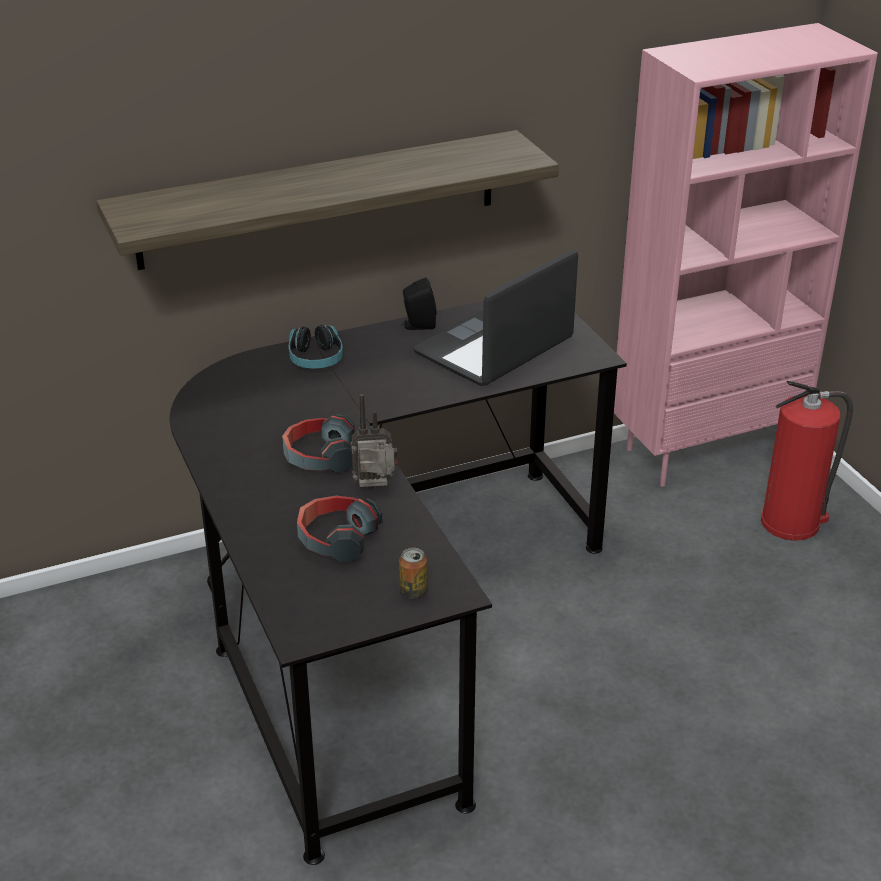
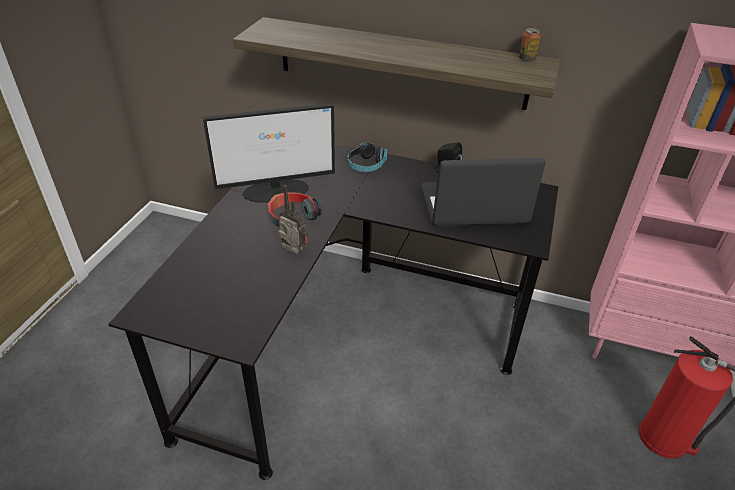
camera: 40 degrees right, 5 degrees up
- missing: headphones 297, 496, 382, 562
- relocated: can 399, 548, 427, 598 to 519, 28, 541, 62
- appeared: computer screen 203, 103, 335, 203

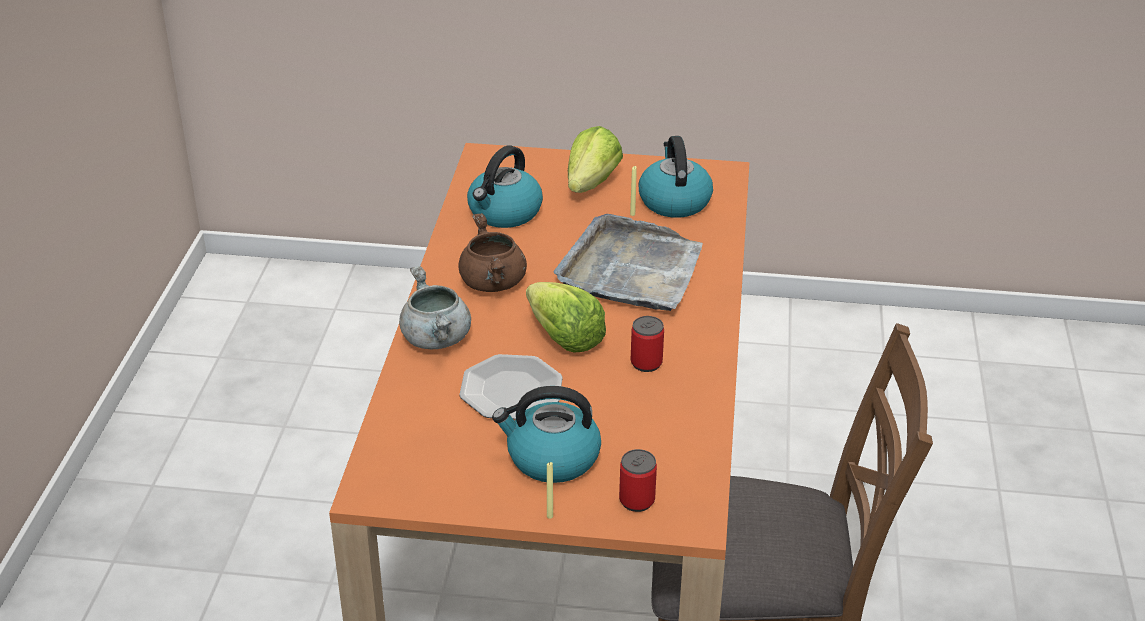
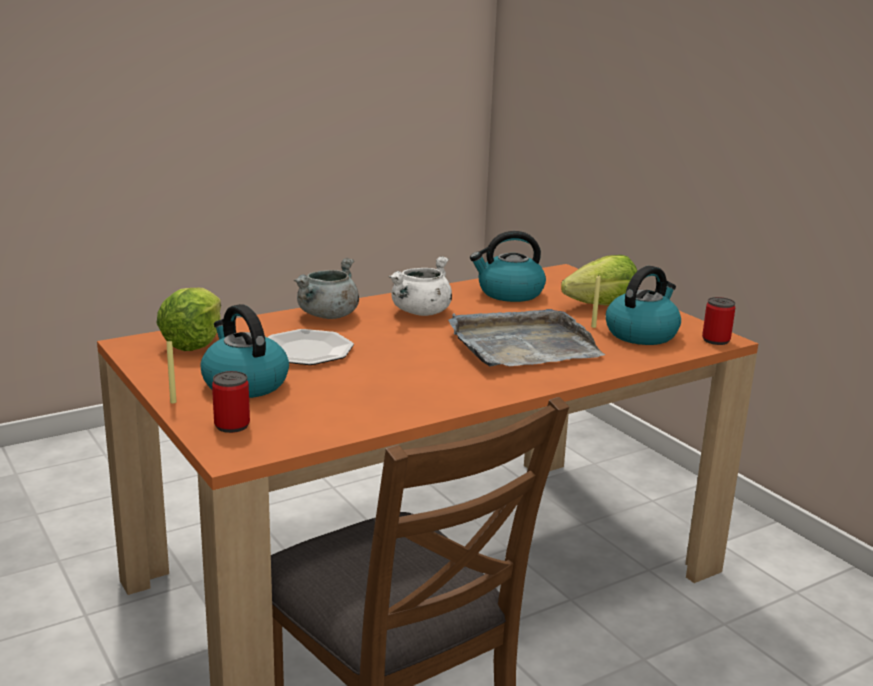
camera: 50 degrees right, 15 degrees down
- colour: stockpot in brown-coloured 458, 213, 527, 292 to stockpot in whitish 389, 256, 452, 316
- relocated: lettuce 526, 282, 606, 352 to 157, 288, 221, 351
- relocated: can 631, 316, 664, 372 to 702, 297, 735, 345

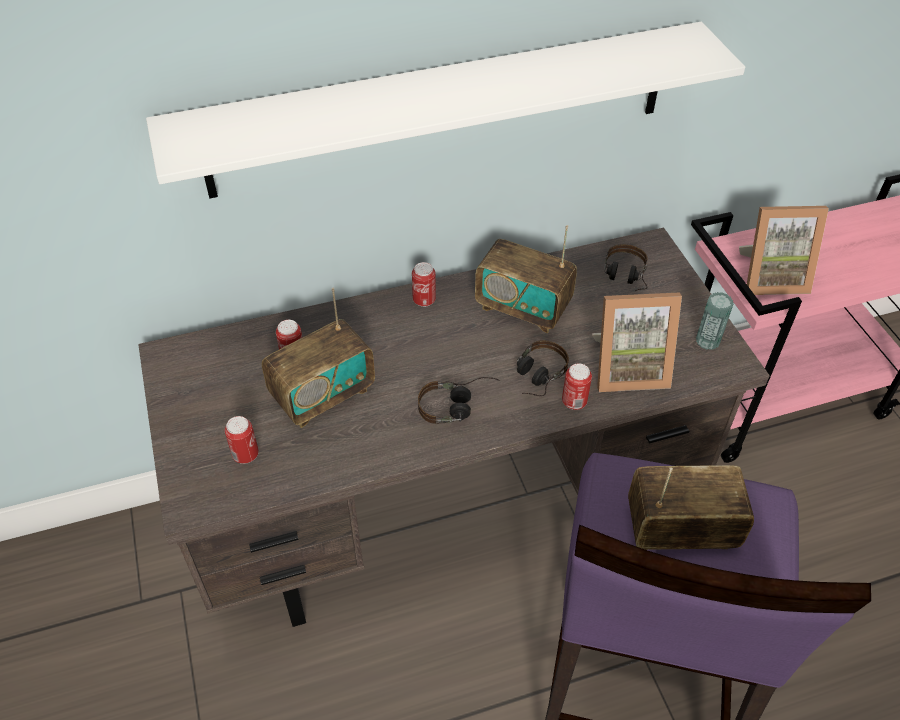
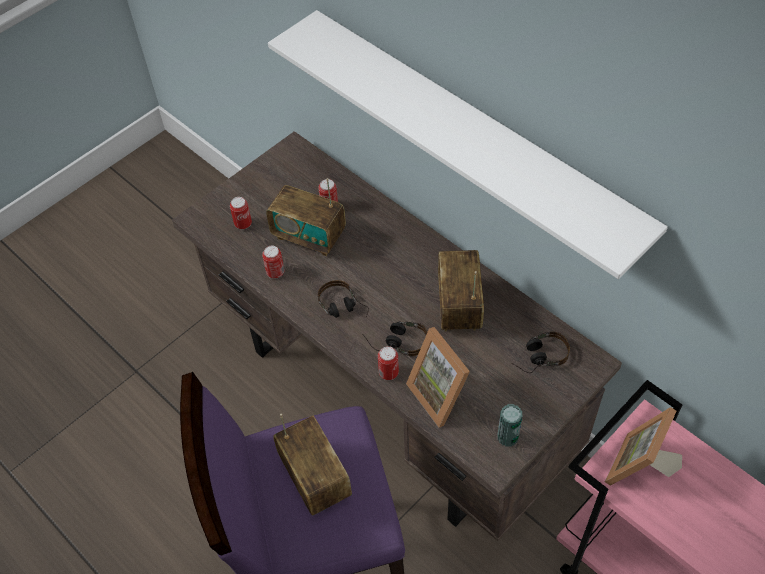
camera: 65 degrees right, 5 degrees up
- spun: photo frame 739, 206, 829, 295 = 605, 407, 682, 486 60 degrees clockwise
- relocated: can 412, 262, 436, 307 to 262, 245, 285, 279

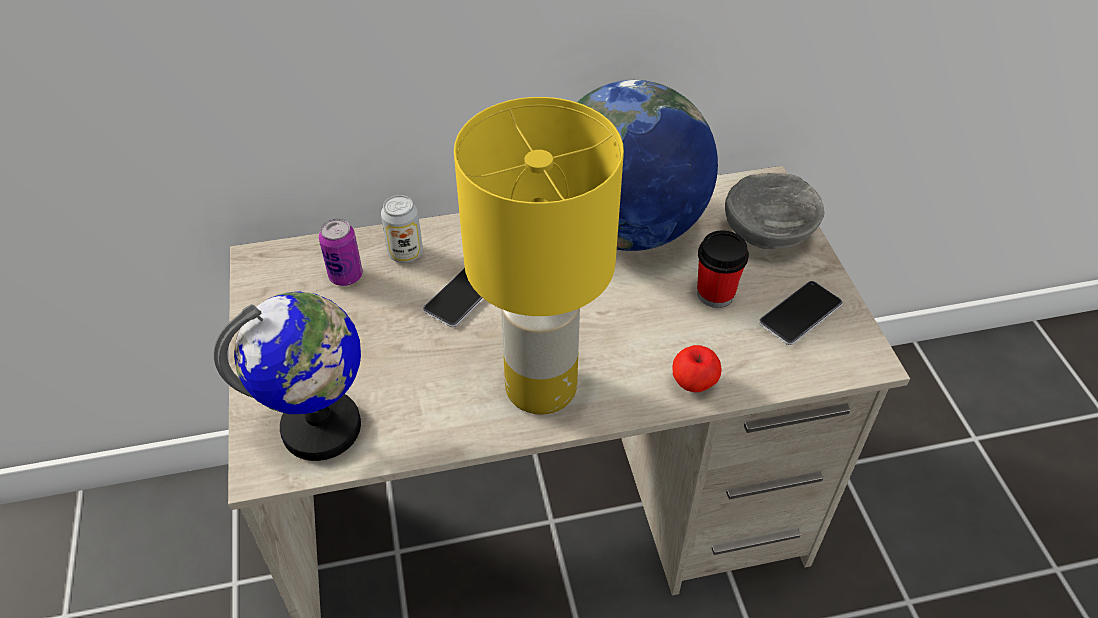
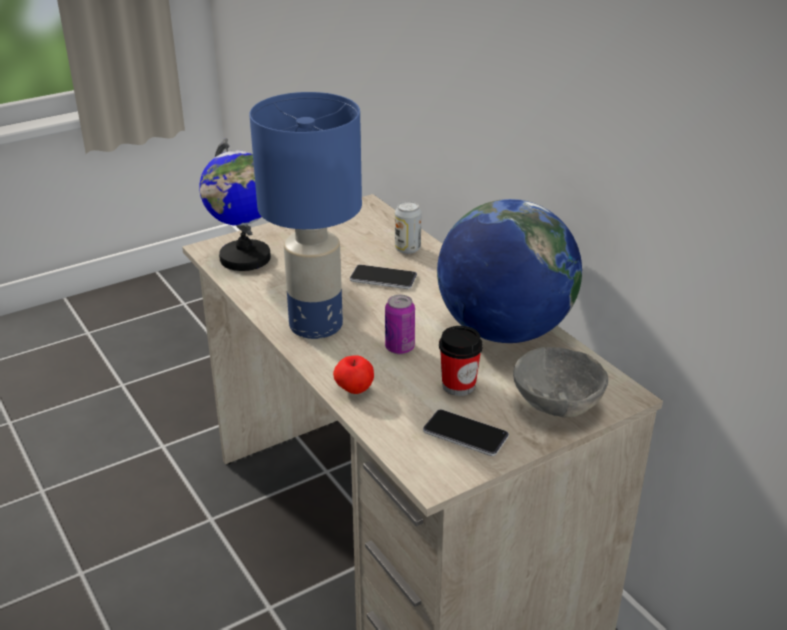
camera: 70 degrees right, 15 degrees down
- colour: lamp for a table in yellow 454, 97, 624, 415 to lamp for a table in bluish 249, 92, 362, 339
- relocated: can 319, 219, 363, 286 to 385, 295, 415, 354

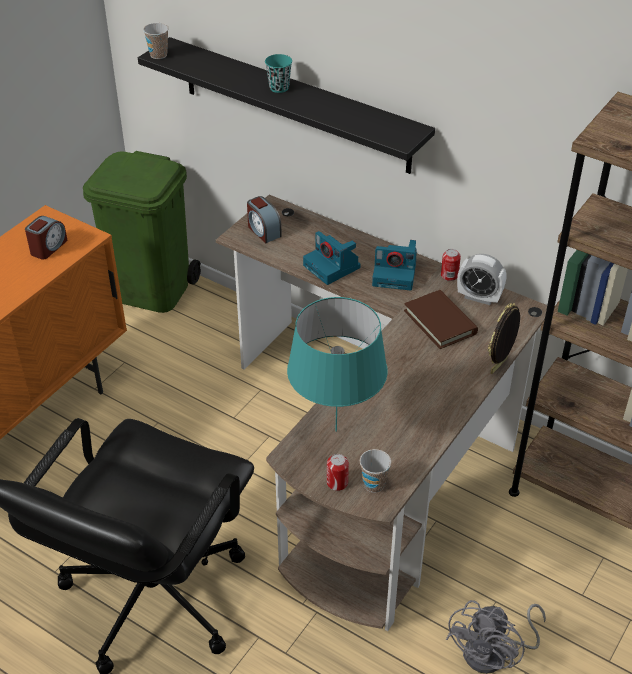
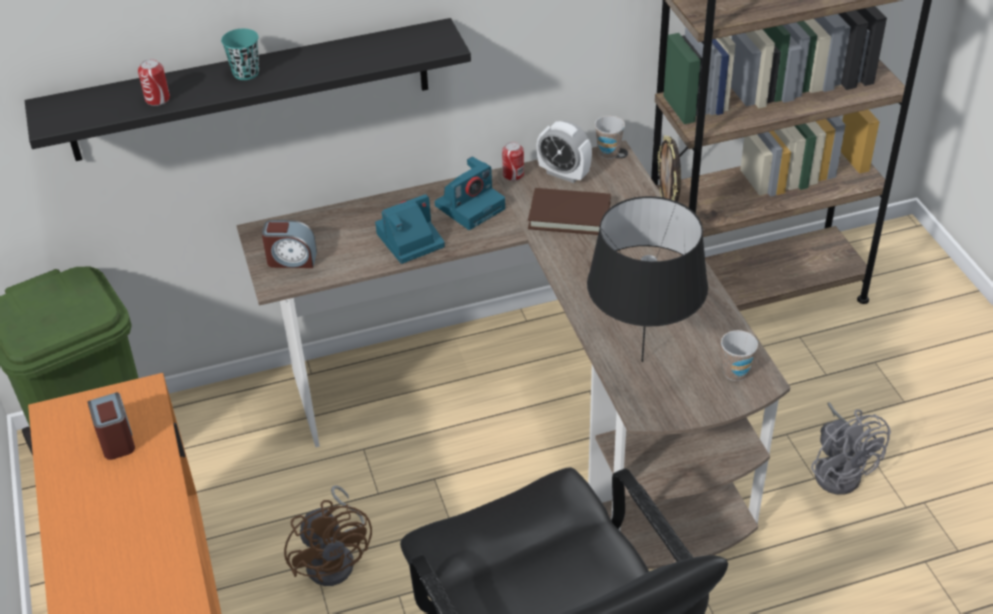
camera: 50 degrees left, 0 degrees up
- relocated: drinking cup 143, 23, 169, 59 to 594, 116, 625, 159
- spun: photo camera 303, 231, 360, 285 = 375, 194, 445, 264 150 degrees clockwise
- spun: alarm clock 457, 254, 506, 305 = 537, 121, 592, 183 60 degrees clockwise
- colour: lamp for a table in blue-green 287, 297, 388, 432 to lamp for a table in black-coloured 587, 196, 708, 362
- relocated: can 327, 454, 349, 491 to 138, 59, 170, 106
- appeared: cooling fan in brown-coloured 284, 485, 372, 586

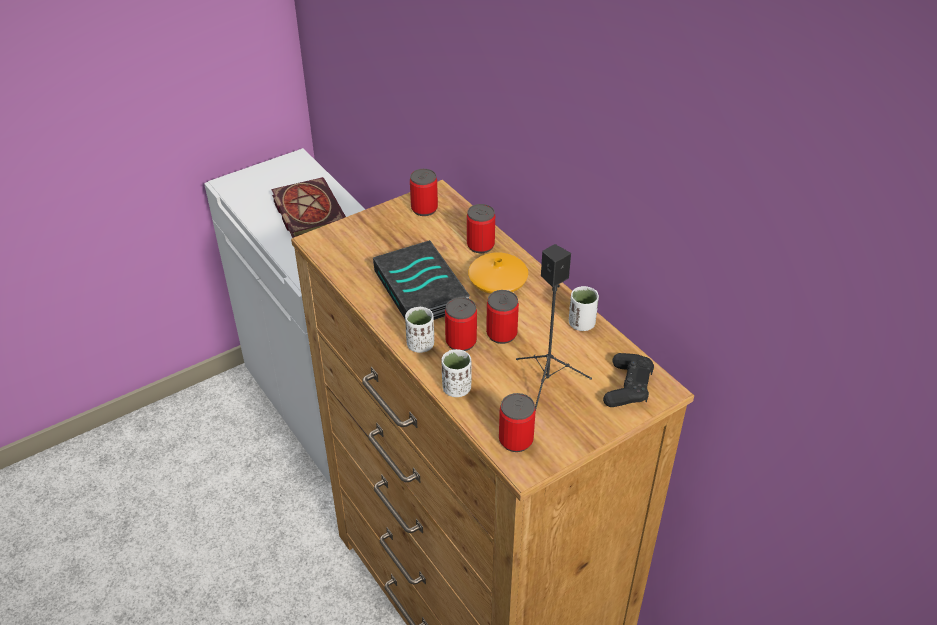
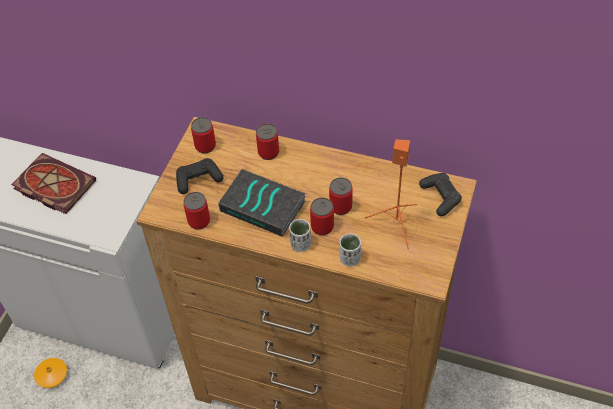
camera: 35 degrees left, 10 degrees up
- colour: audio speaker in black-coloured 516, 244, 592, 410 to audio speaker in orange 364, 139, 417, 249
- relocated: decorative vase in orange 468, 253, 528, 294 to 34, 358, 67, 388
- missing: drinking cup in whitish 569, 286, 599, 331
- relocated: can 499, 393, 536, 452 to 183, 192, 210, 229
- appeared: joypad in black-coloured 176, 158, 223, 194

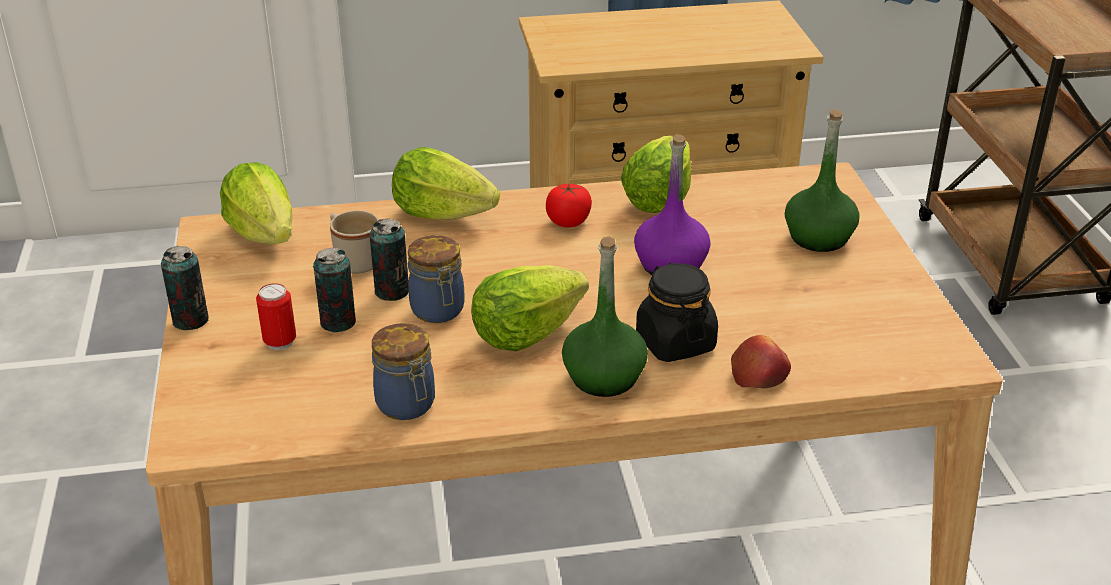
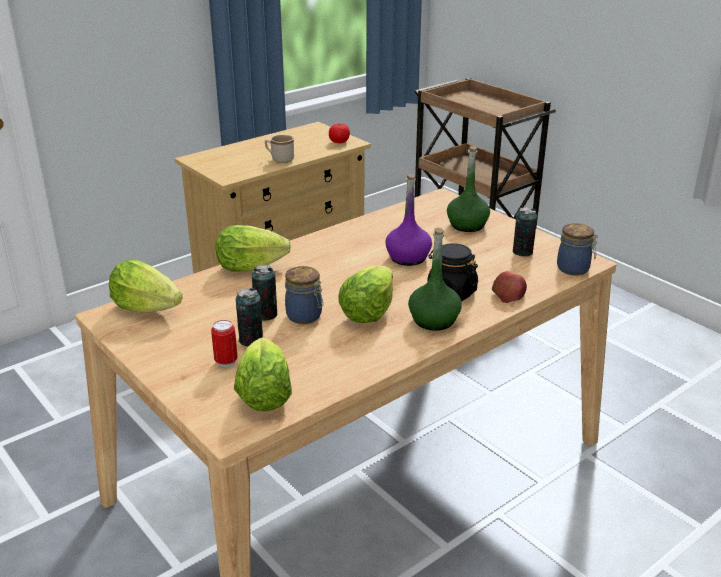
camera: 30 degrees left, 5 degrees down
- relocated: lettuce 621, 136, 691, 213 to 234, 337, 292, 411
- relocated: tomato 546, 184, 592, 228 to 329, 123, 350, 143
- relocated: mug in sand-coloured 330, 210, 379, 273 to 265, 135, 294, 163
- relocated: can 161, 246, 209, 330 to 513, 207, 537, 256
- relocated: preserve jar 372, 323, 435, 420 to 557, 223, 598, 275

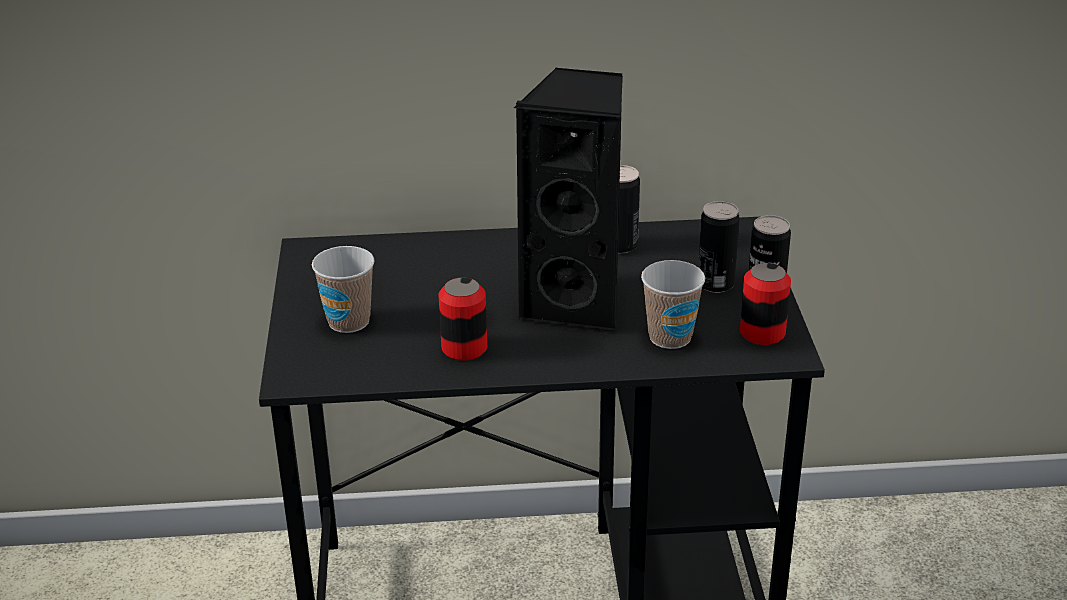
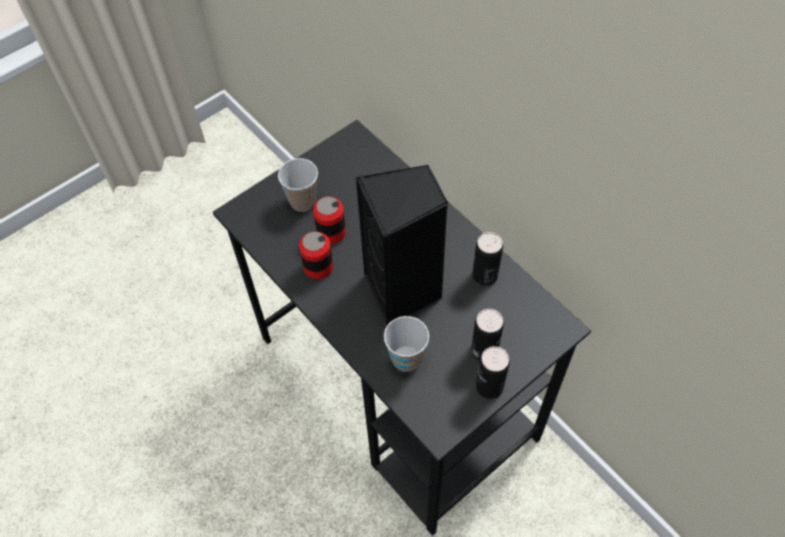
camera: 55 degrees right, 25 degrees up
- relocated: can 740, 263, 791, 345 to 313, 197, 346, 244

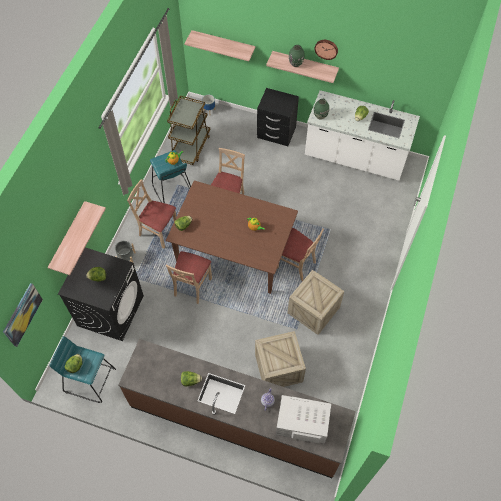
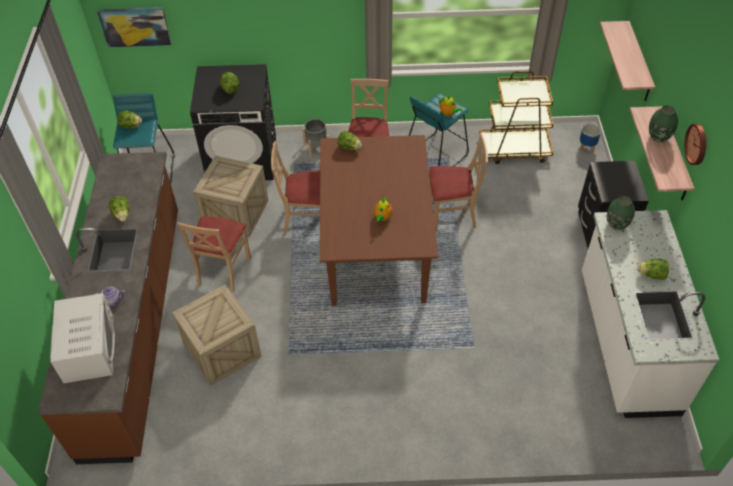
camera: 70 degrees right, 10 degrees down
- missing: bracket shelf 48, 201, 106, 275
- relocated: chair in sand-coloured 277, 228, 324, 281 to 177, 216, 251, 292
- relocated: crate 287, 270, 344, 335 to 194, 156, 268, 238

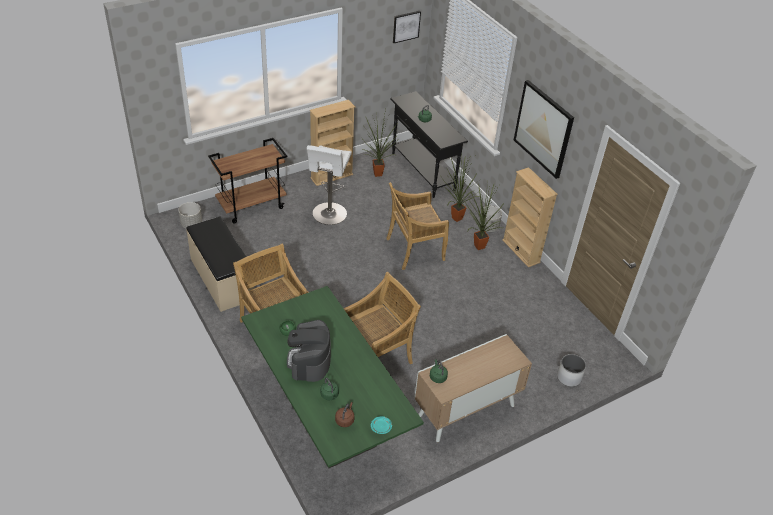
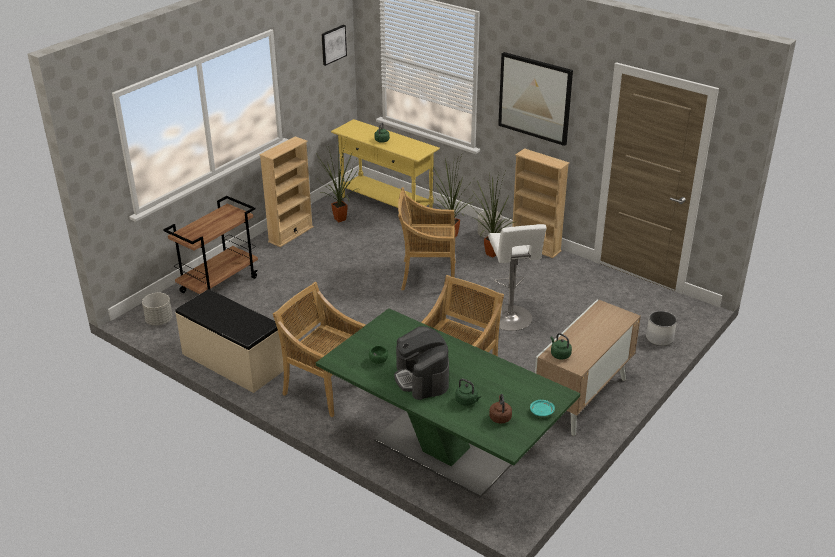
camera: 20 degrees left, 10 degrees down
- colour: narrow table in black-coloured 390, 91, 468, 198 to narrow table in yellow 331, 119, 440, 208
- relocated: stool in whitish 307, 145, 352, 225 to 488, 224, 547, 331
- spun: chair in sand-coloured 386, 182, 449, 270 = 398, 187, 456, 290 45 degrees clockwise

